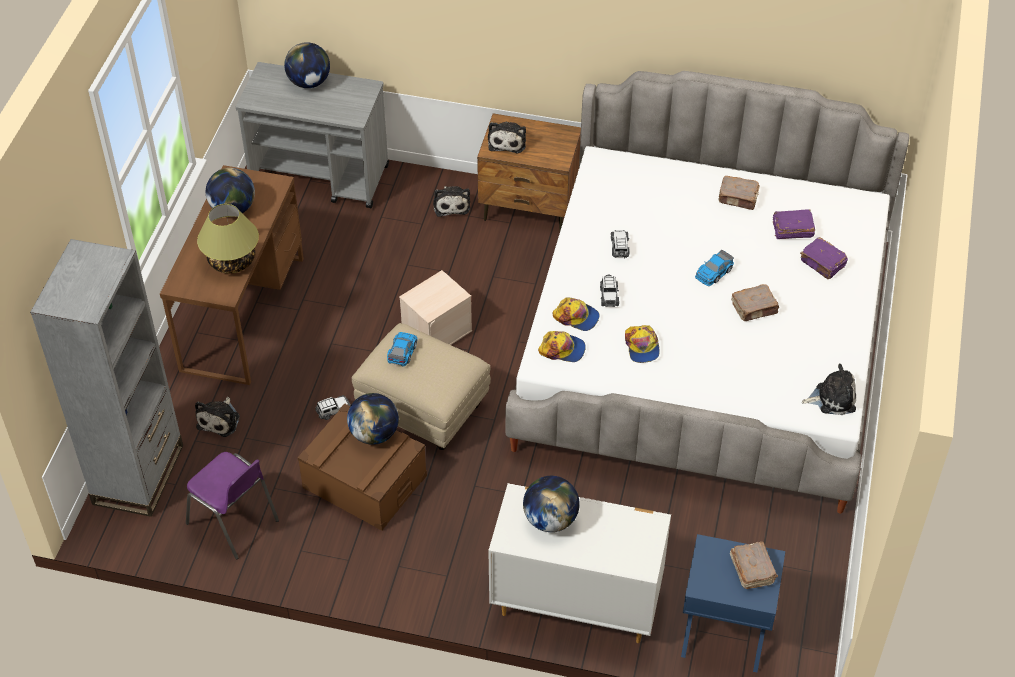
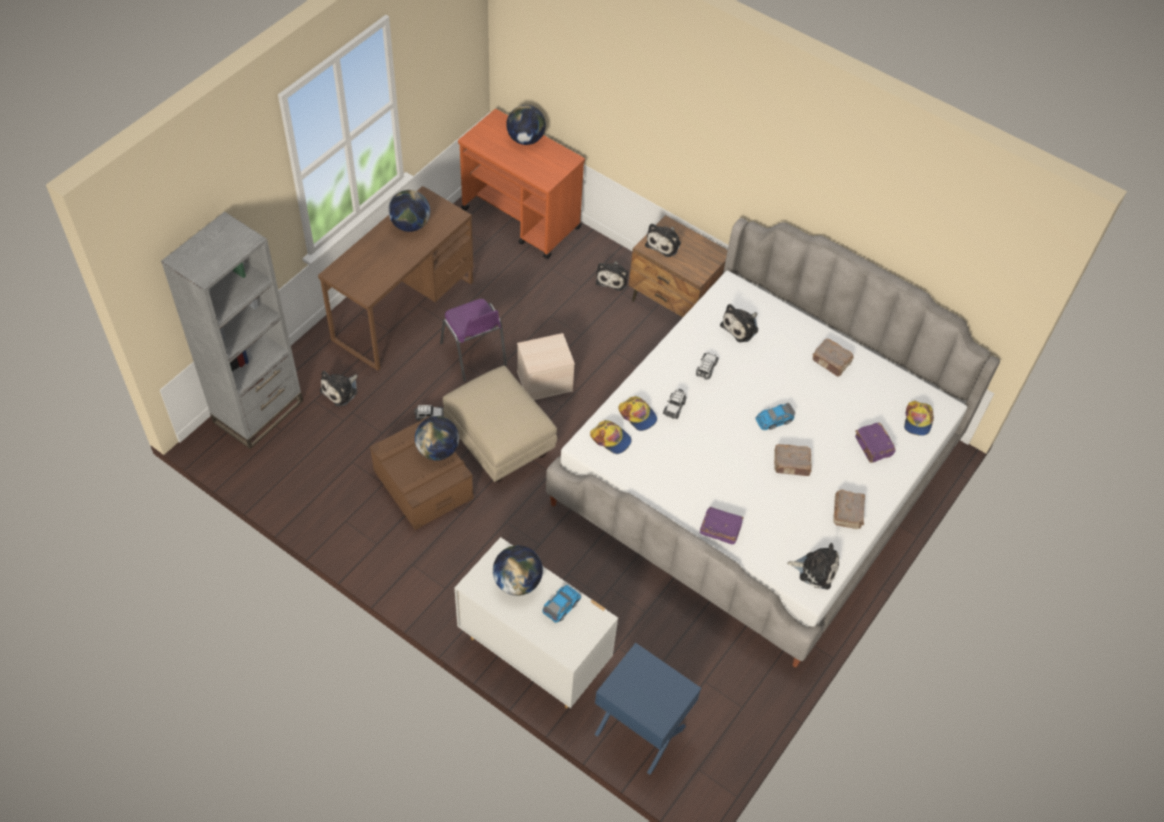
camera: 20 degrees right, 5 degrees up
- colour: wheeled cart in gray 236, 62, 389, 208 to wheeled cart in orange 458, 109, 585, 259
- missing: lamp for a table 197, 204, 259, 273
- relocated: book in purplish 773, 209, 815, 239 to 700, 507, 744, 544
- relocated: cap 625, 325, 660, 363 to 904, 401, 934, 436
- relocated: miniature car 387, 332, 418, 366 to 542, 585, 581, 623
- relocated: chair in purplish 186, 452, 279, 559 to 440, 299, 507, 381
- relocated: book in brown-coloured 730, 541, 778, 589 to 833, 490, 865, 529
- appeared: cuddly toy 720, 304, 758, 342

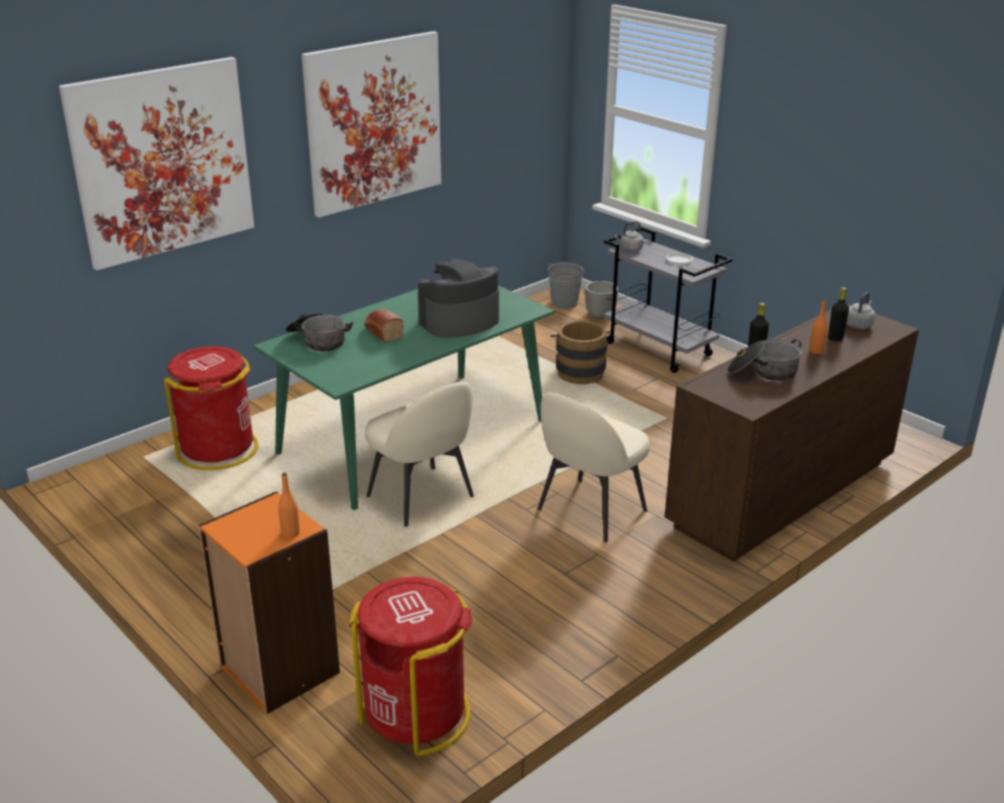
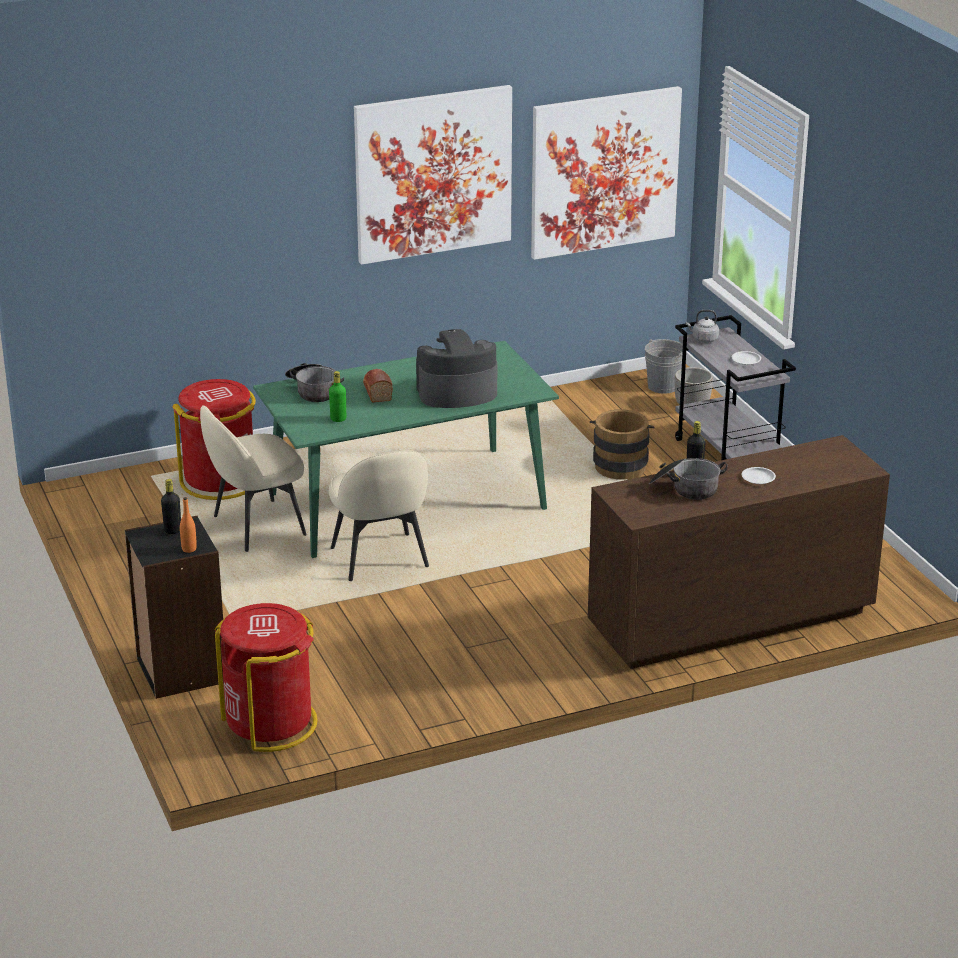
camera: 20 degrees right, 0 degrees up
- relocated: picture 59, 57, 254, 270 to 531, 86, 682, 260
- relocated: beverage bottle in black-coloured 828, 287, 849, 342 to 161, 479, 181, 534
- missing: kettle in gray 846, 292, 876, 329
- exchanged: beverage bottle in orange 810, 300, 828, 354 to dinner plate in whitish 741, 467, 776, 484
- relocated: chair in sand-coloured 538, 392, 650, 542 to 200, 405, 307, 552
- colour: shelving unit in orange 198, 491, 340, 714 to shelving unit in black-coloured 124, 516, 223, 699
- appeared: beverage bottle in green 329, 371, 346, 422

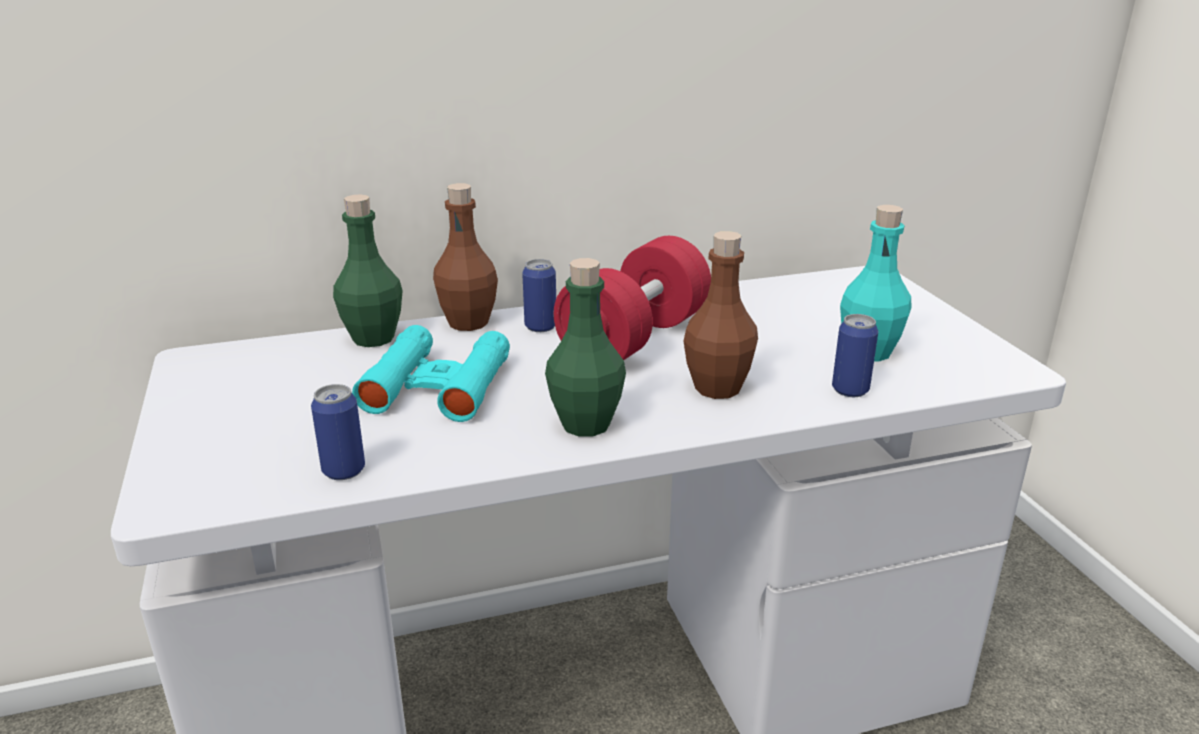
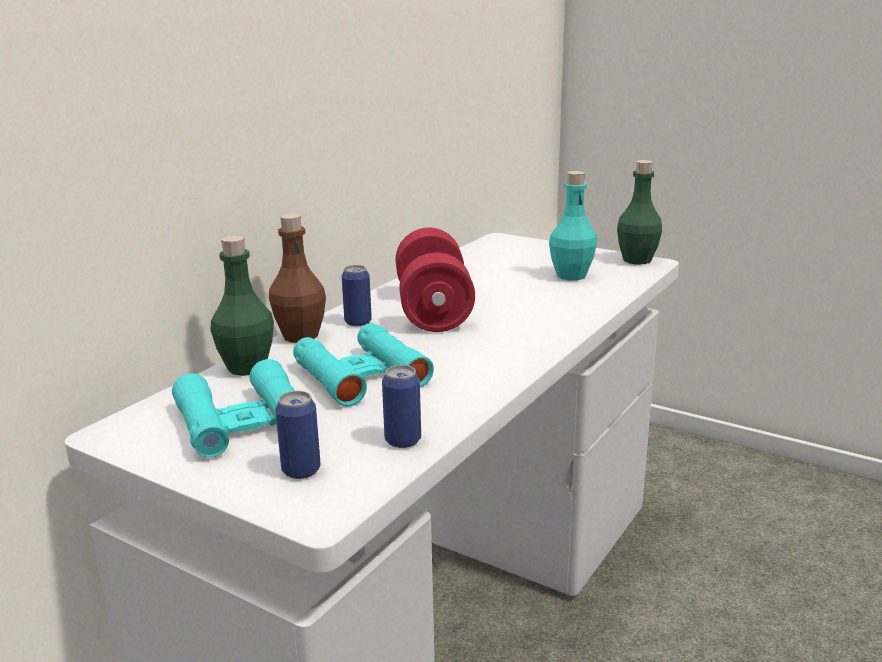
camera: 40 degrees left, 5 degrees down
- missing: beverage bottle in brown-coloured 683, 231, 758, 399
- relocated: beverage bottle in green 545, 258, 626, 437 to 617, 160, 662, 265
- relocated: can 832, 314, 878, 397 to 275, 391, 321, 479
- appeared: pair of binoculars in blue-green 172, 359, 295, 458

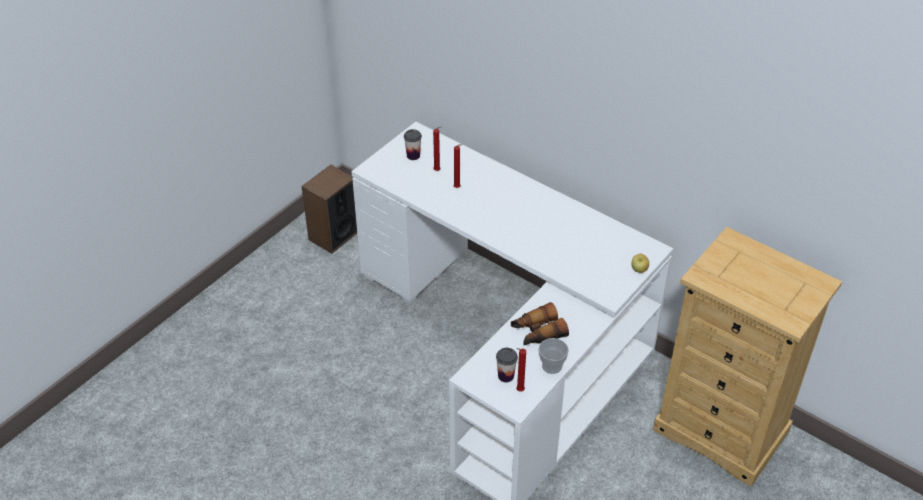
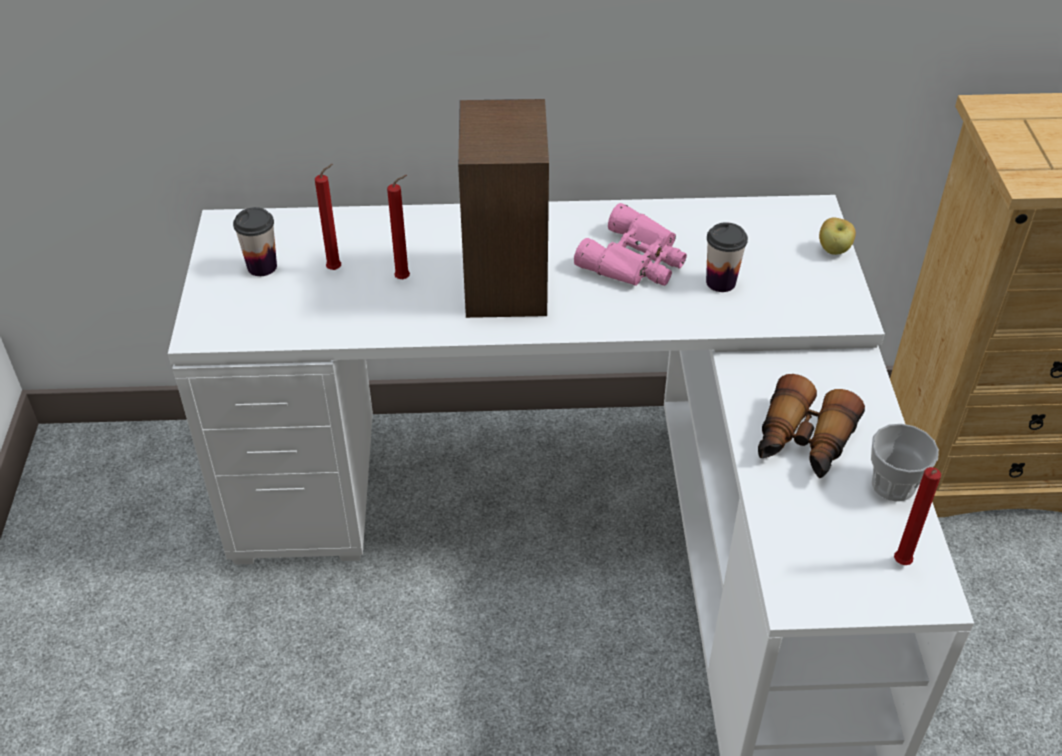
camera: 40 degrees left, 0 degrees up
- relocated: audio speaker 301, 165, 357, 254 to 458, 99, 549, 318
- relocated: drinking cup 496, 348, 518, 382 to 706, 222, 748, 292
- appeared: pair of binoculars in pink 574, 203, 687, 286

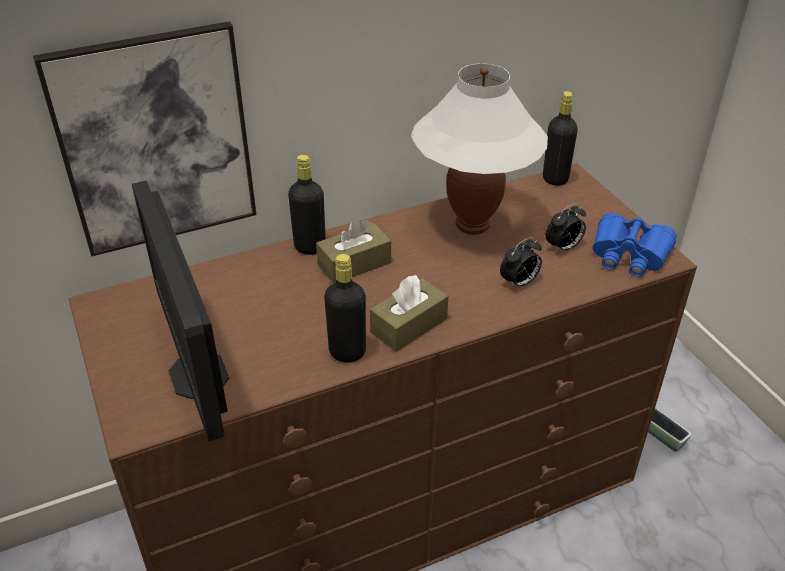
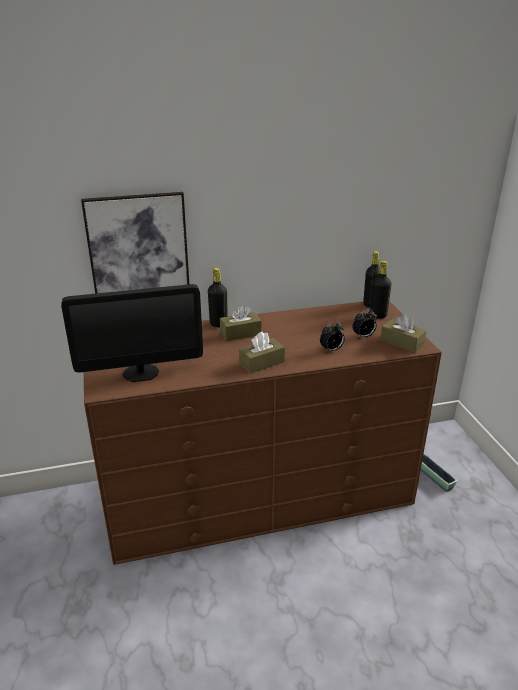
camera: 10 degrees right, 10 degrees down
- missing: lamp for a table in whitish 411, 63, 548, 235
- spun: computer screen 132, 181, 229, 441 = 61, 284, 203, 382 90 degrees counterclockwise
- exchanged: pair of binoculars in bluish 592, 213, 676, 277 to tissue box in brown-coloured 380, 314, 426, 353
- relocated: beverage bottle in black-coloured 324, 254, 366, 363 to 370, 261, 392, 319

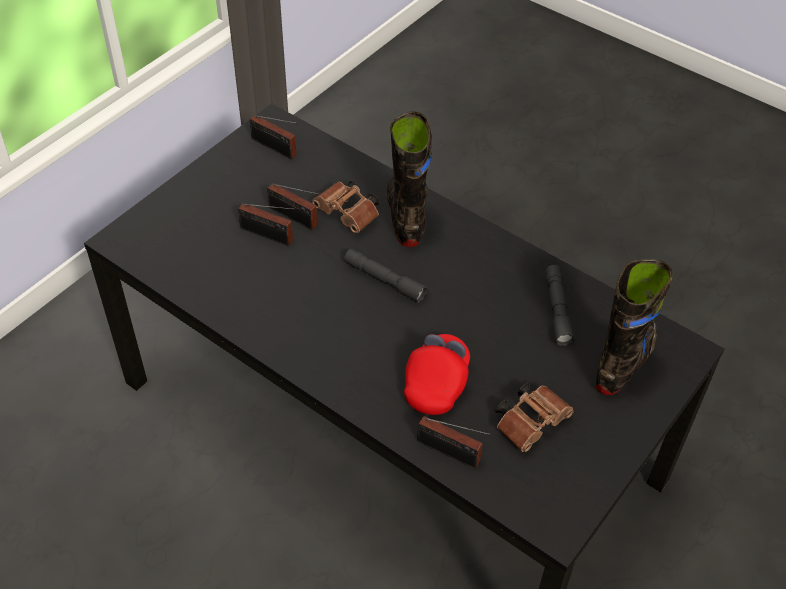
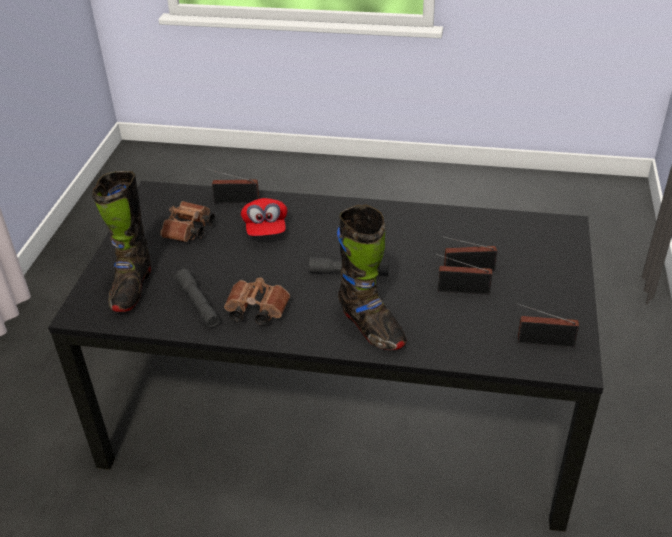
camera: 155 degrees right, 10 degrees down
- relocated: pair of binoculars in brown-coloured 312, 181, 379, 233 to 224, 277, 290, 325

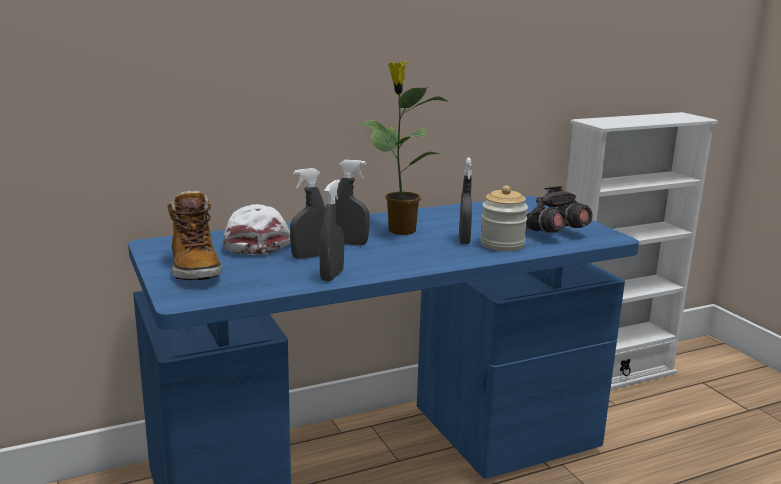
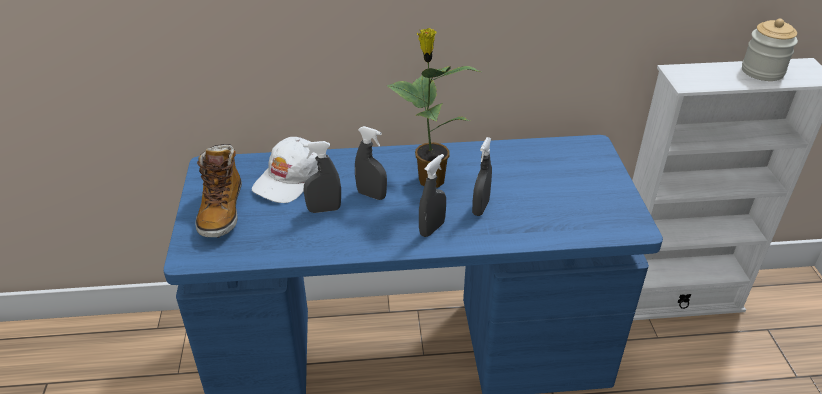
camera: 20 degrees right, 20 degrees up
- relocated: spray bottle in gray 319, 180, 344, 281 to 419, 154, 446, 237
- relocated: preserve jar 480, 186, 528, 251 to 742, 19, 798, 81
- missing: pair of binoculars in gray 526, 186, 593, 233
- spun: cap in whitish 222, 204, 291, 255 = 252, 137, 318, 203 150 degrees counterclockwise

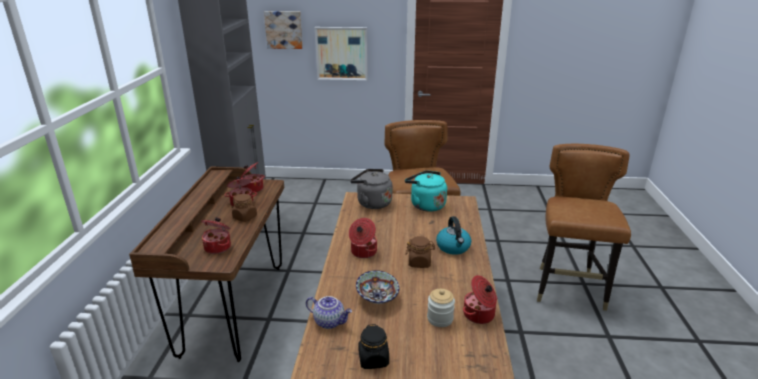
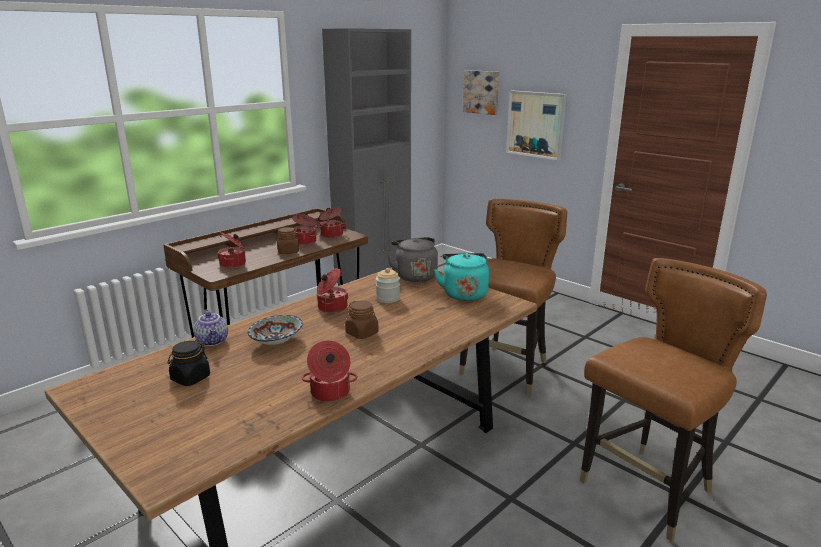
camera: 40 degrees right, 5 degrees down
- missing: kettle 436, 216, 471, 255
- relocated: preserve jar 427, 289, 455, 327 to 376, 268, 400, 303

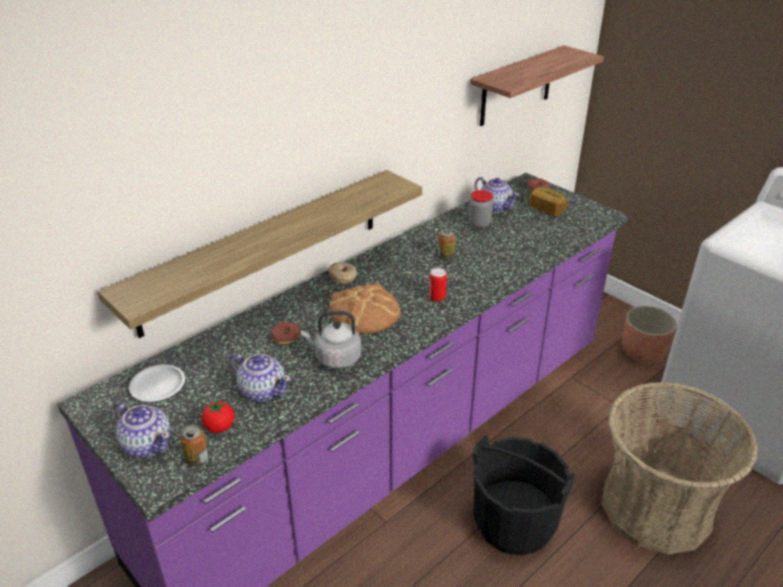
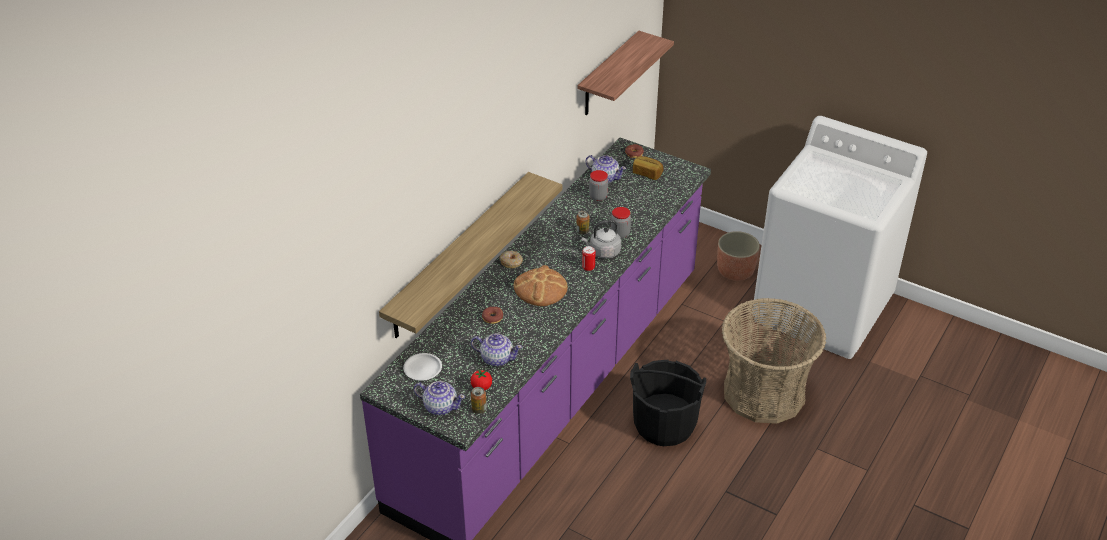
camera: 15 degrees left, 5 degrees up
- relocated: kettle in gray 301, 311, 362, 369 to 581, 220, 621, 259
- appeared: preserve jar 611, 207, 631, 239

